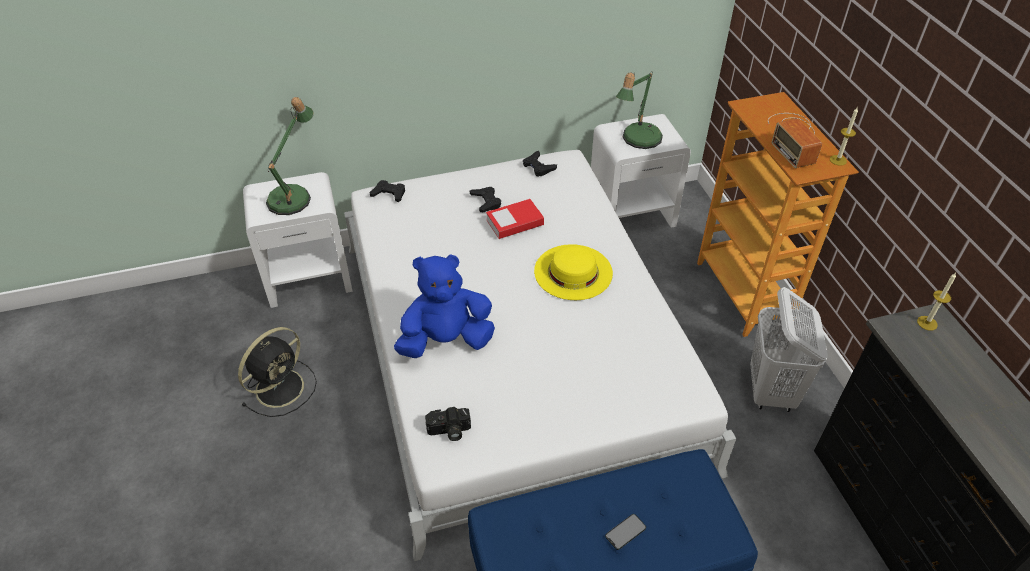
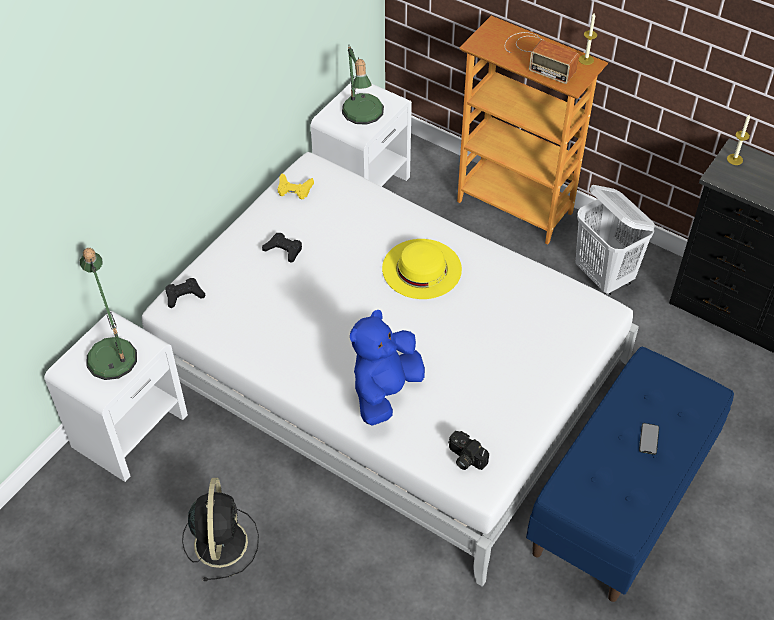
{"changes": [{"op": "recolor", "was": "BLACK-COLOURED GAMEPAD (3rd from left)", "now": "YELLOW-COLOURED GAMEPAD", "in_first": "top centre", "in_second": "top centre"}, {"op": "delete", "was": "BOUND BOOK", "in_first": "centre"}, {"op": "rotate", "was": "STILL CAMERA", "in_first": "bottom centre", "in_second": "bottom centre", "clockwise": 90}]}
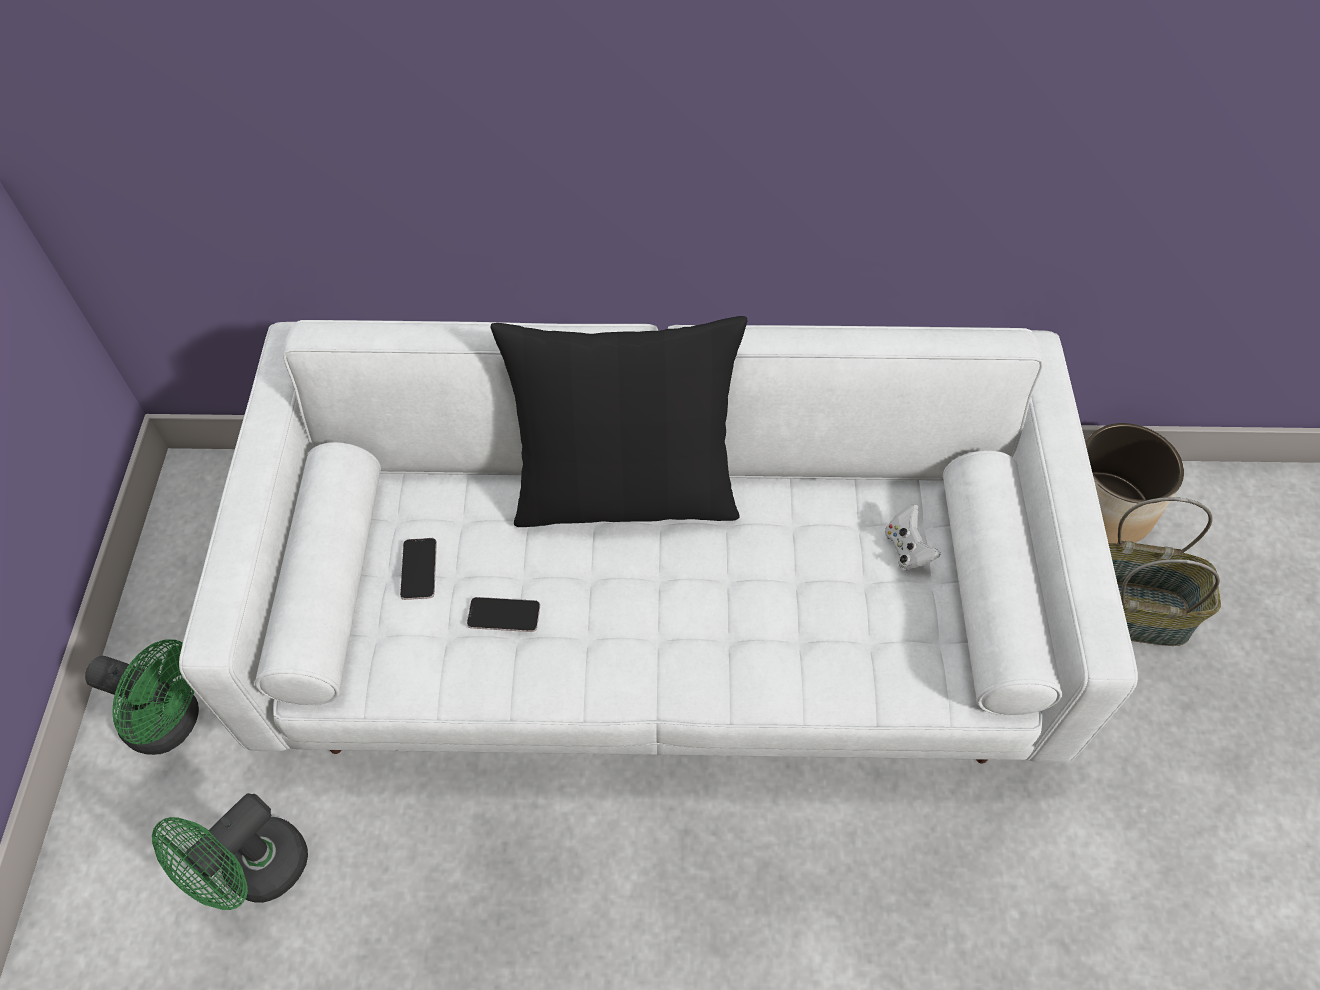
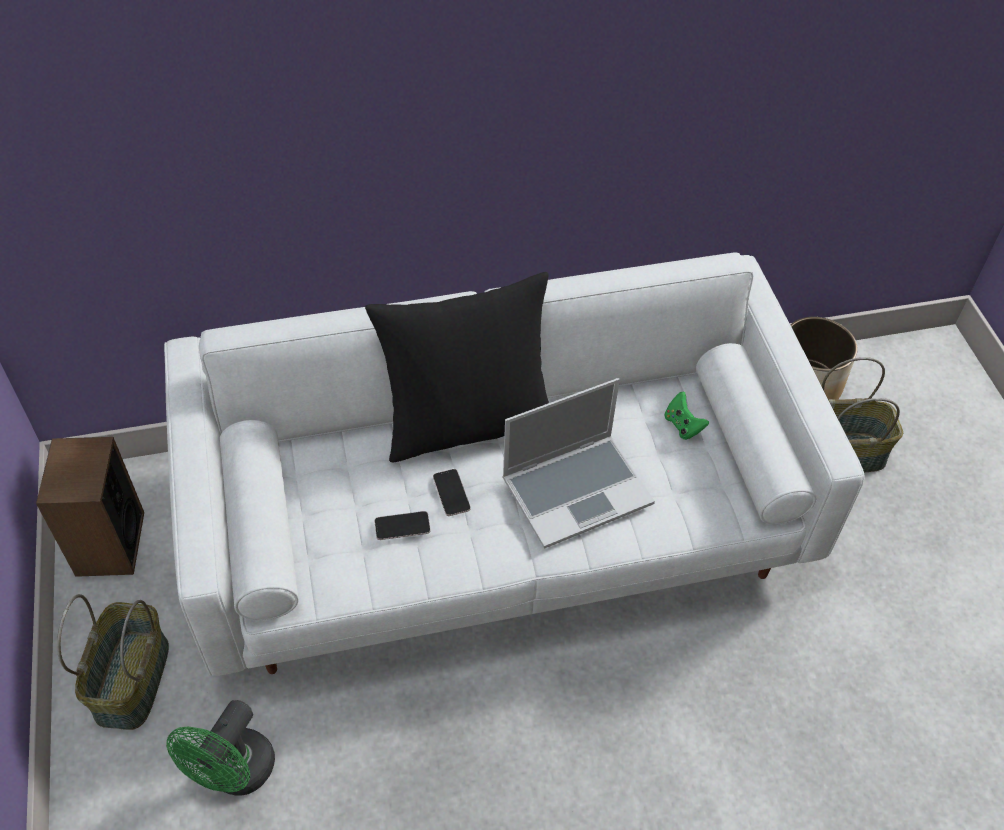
{"changes": [{"op": "recolor", "was": "WHITISH GAMEPAD", "now": "GREEN-COLOURED GAMEPAD", "in_first": "middle right", "in_second": "middle right"}, {"op": "move", "was": "TELEPHONE (1st from left in the first image)", "now": "TELEPHONE (2nd from left)", "in_first": "middle left", "in_second": "centre"}, {"op": "replace", "was": "GREEN-COLOURED COOLING FAN (1st from left)", "now": "HOUSEHOLD BASKET (1st from left)", "in_first": "bottom left", "in_second": "bottom left"}, {"op": "insert", "now": "LAPTOP", "in_second": "centre"}, {"op": "insert", "now": "AUDIO SPEAKER", "in_second": "middle left"}]}
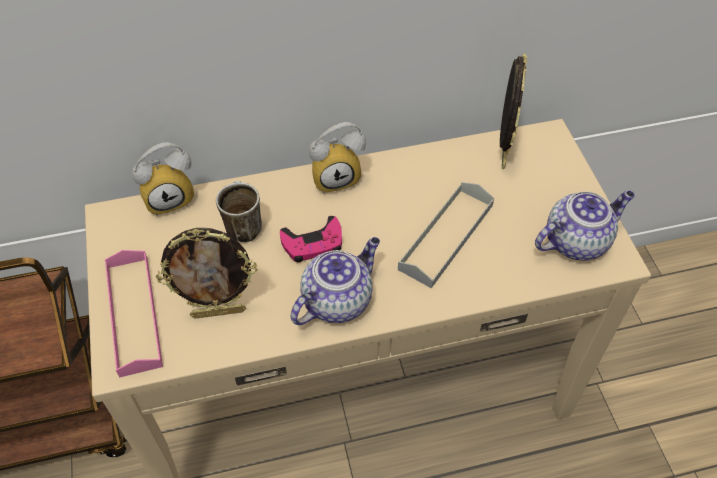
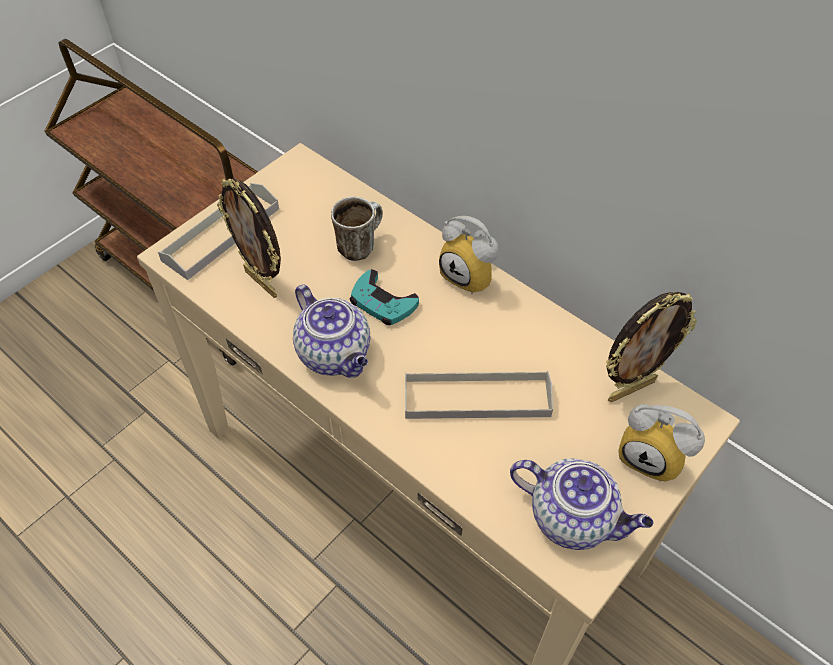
{"changes": [{"op": "move", "was": "TABLE CLOCK (1st from left in the first image)", "now": "TABLE CLOCK (2nd from left)", "in_first": "middle left", "in_second": "middle right"}, {"op": "recolor", "was": "PINK GAMEPAD", "now": "BLUE-GREEN GAMEPAD", "in_first": "centre", "in_second": "centre"}, {"op": "rotate", "was": "TEAPOT (1st from left)", "in_first": "centre", "in_second": "centre", "clockwise": 45}, {"op": "recolor", "was": "PINK TRAY", "now": "GREYISH TRAY (1st from left)", "in_first": "middle left", "in_second": "middle left"}]}
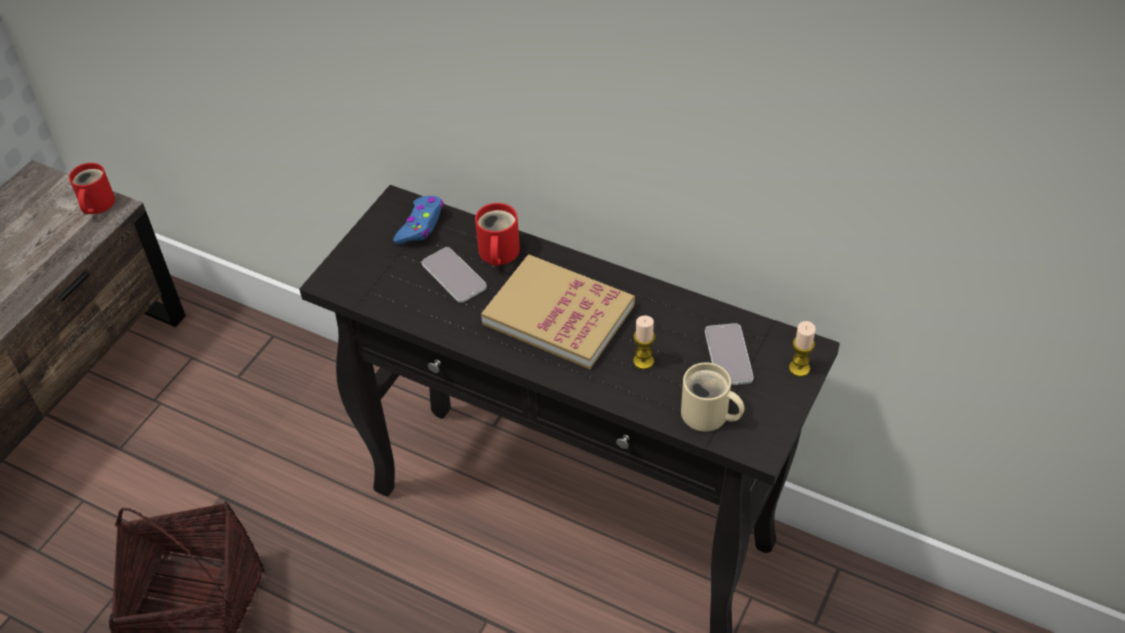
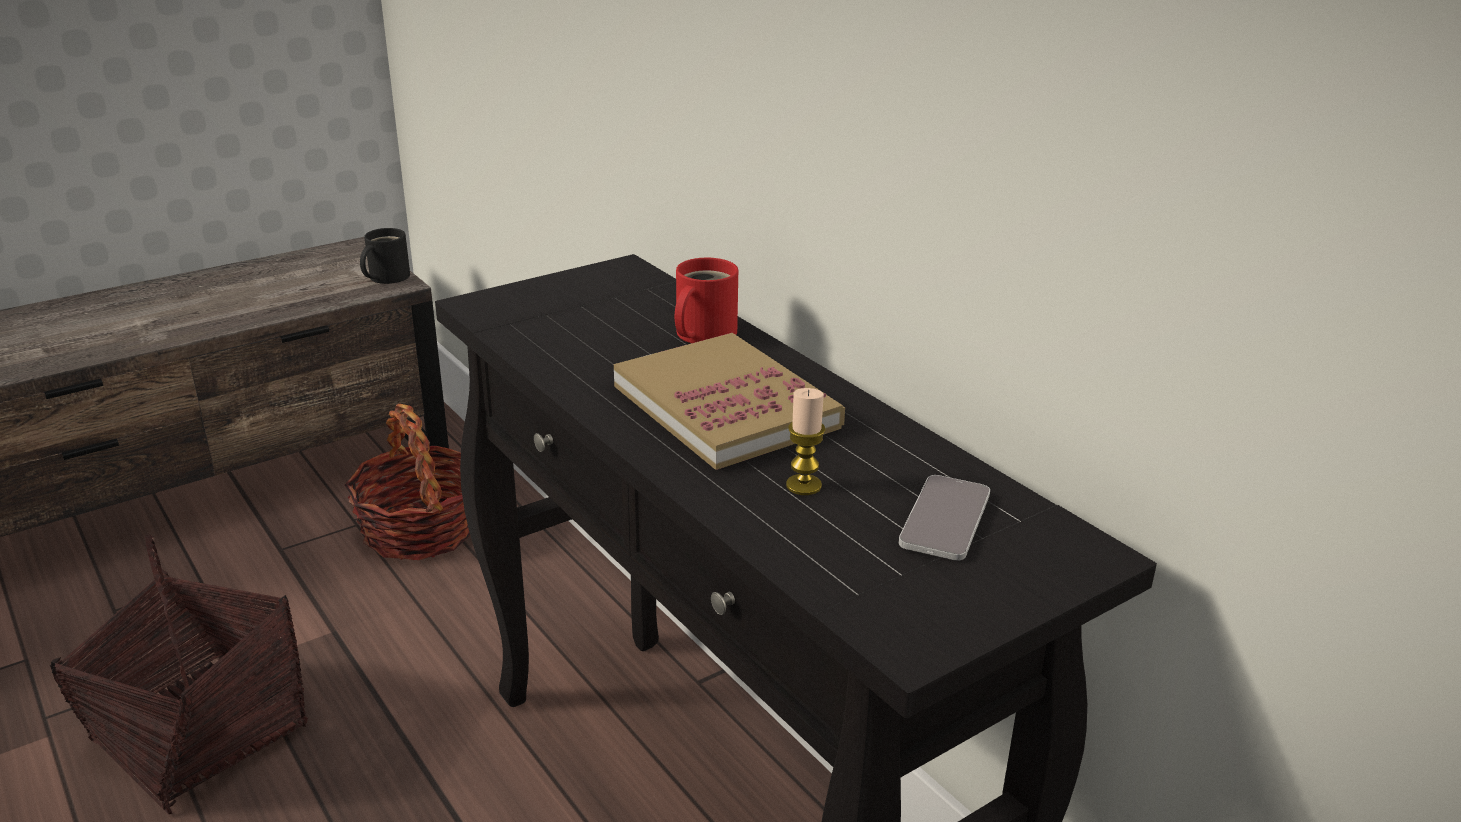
{"changes": [{"op": "recolor", "was": "RED TEA MUG (1st from left)", "now": "BLACK-COLOURED TEA MUG", "in_first": "top left", "in_second": "top left"}, {"op": "delete", "was": "BLUE GAMEPAD", "in_first": "centre"}, {"op": "delete", "was": "TELEPHONE (1st from left)", "in_first": "centre"}, {"op": "delete", "was": "CANDLE (2nd from left)", "in_first": "middle right"}, {"op": "delete", "was": "BEIGE TEA MUG", "in_first": "centre"}, {"op": "insert", "now": "HOUSEHOLD BASKET (2nd from left)", "in_second": "middle left"}]}
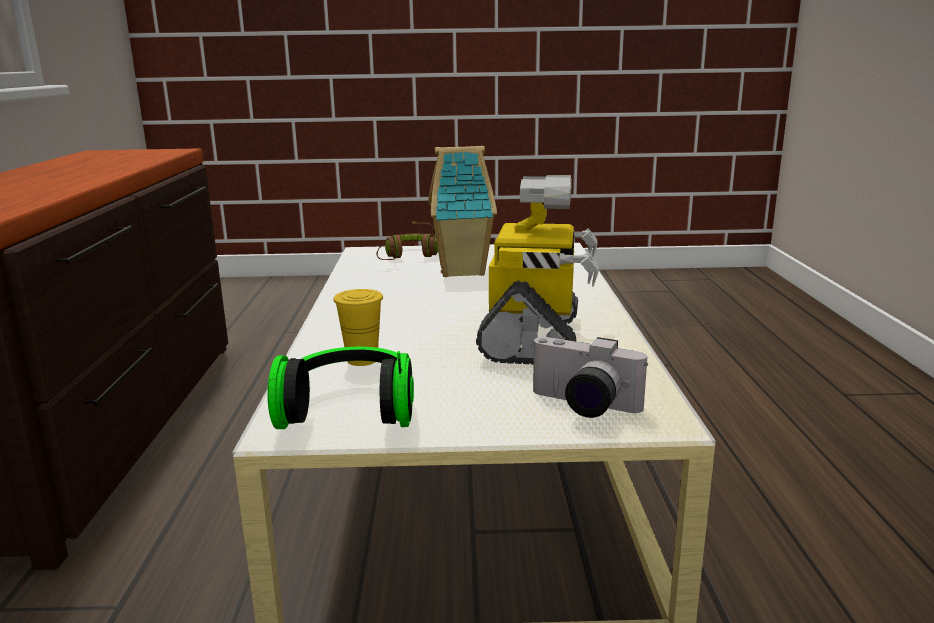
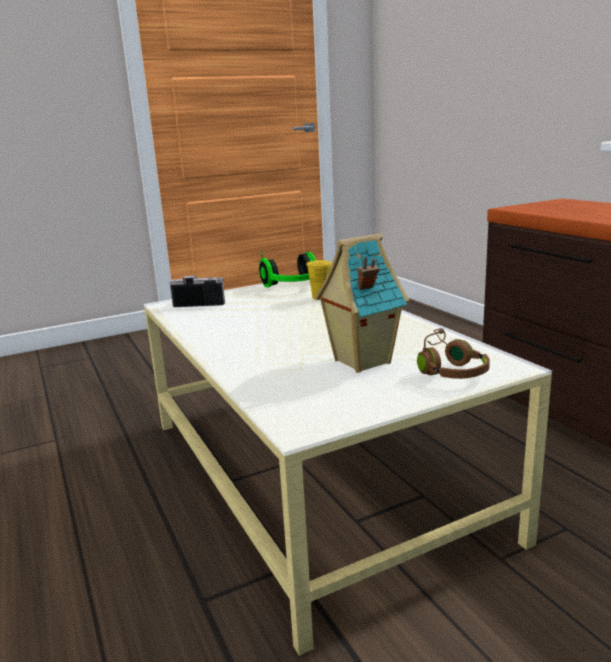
{"changes": [{"op": "delete", "was": "TOY ROBOT", "in_first": "centre"}]}
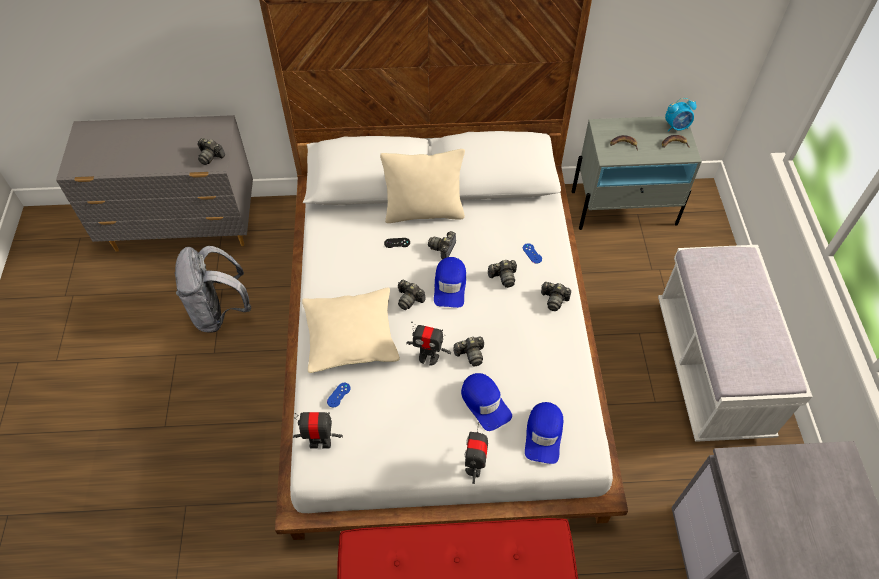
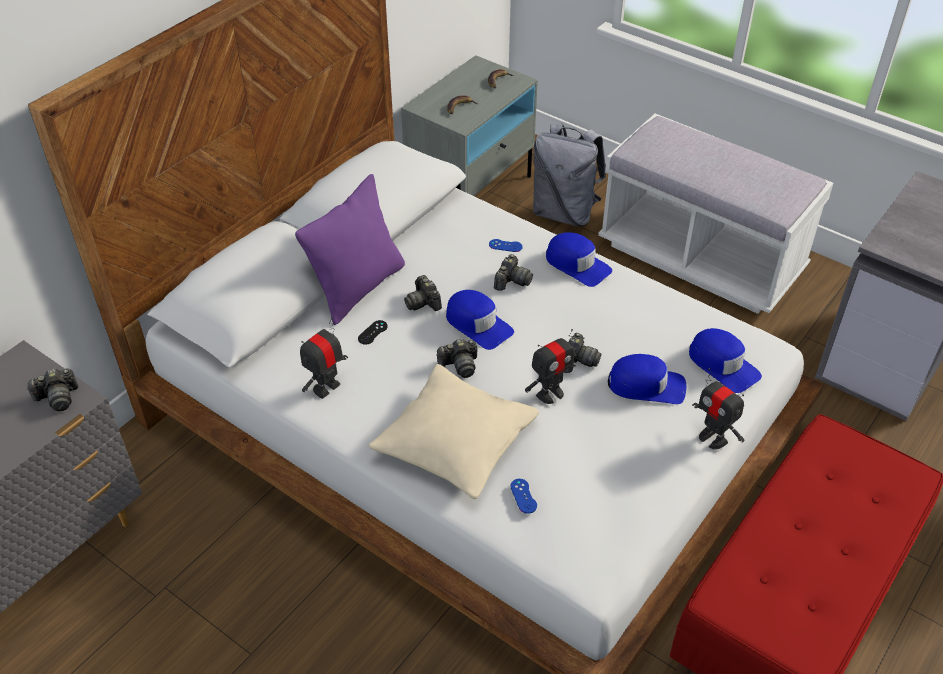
{"changes": [{"op": "delete", "was": "TABLE CLOCK", "in_first": "top right"}, {"op": "recolor", "was": "BEIGE THROW PILLOW (2nd from left)", "now": "PURPLE-COLOURED THROW PILLOW", "in_first": "top centre", "in_second": "centre"}, {"op": "move", "was": "GREYISH KNAPSACK", "in_first": "middle left", "in_second": "top centre"}, {"op": "replace", "was": "STILL CAMERA (6th from left)", "now": "BLUE CAP (2nd from left)", "in_first": "centre", "in_second": "centre"}, {"op": "move", "was": "TOY ROBOT (1st from left)", "in_first": "bottom centre", "in_second": "centre"}]}
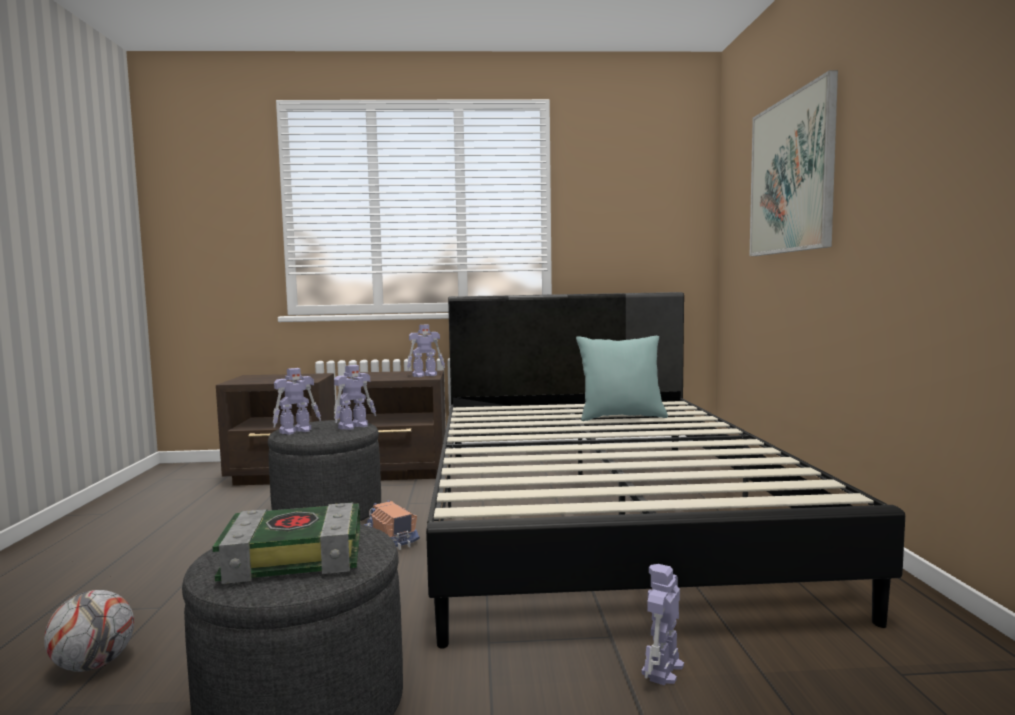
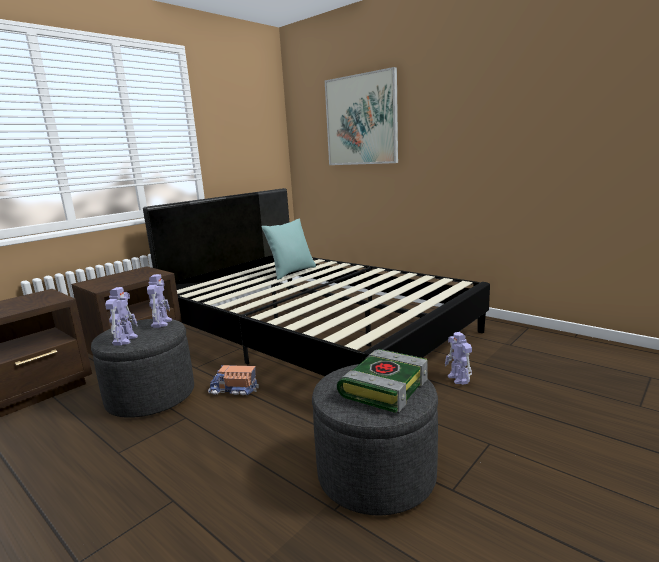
{"changes": [{"op": "delete", "was": "TOY ROBOT (3rd from left)", "in_first": "centre"}, {"op": "delete", "was": "FOOTBALL", "in_first": "bottom left"}]}
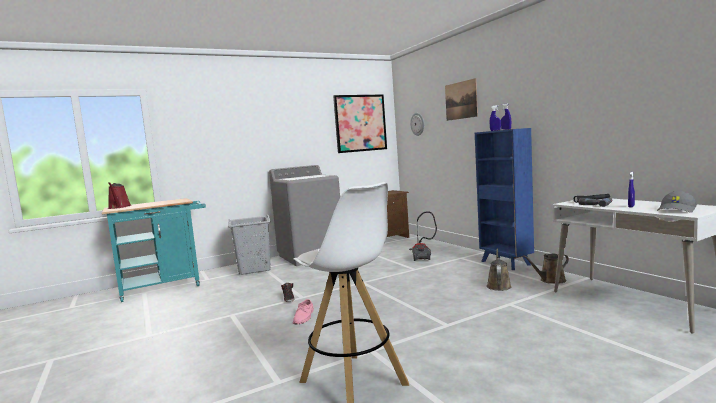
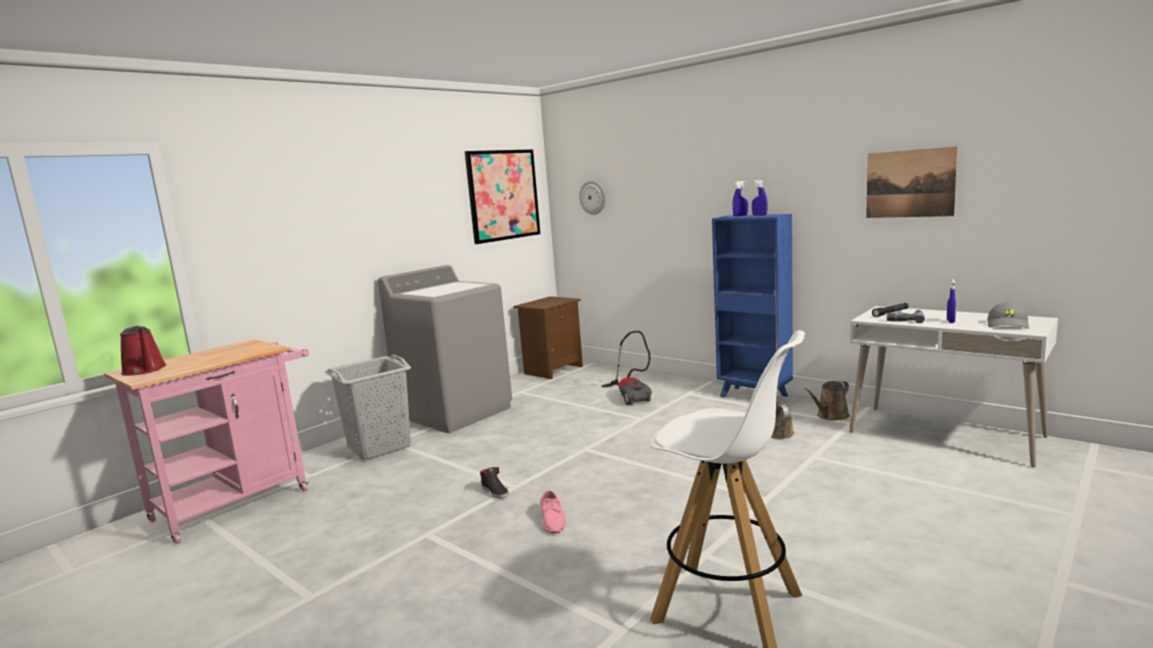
{"changes": [{"op": "move", "was": "WALL PICTURE (2nd from left)", "in_first": "top centre", "in_second": "top right"}, {"op": "recolor", "was": "BLUE-GREEN WHEELED CART", "now": "PINK WHEELED CART", "in_first": "middle left", "in_second": "bottom left"}]}
